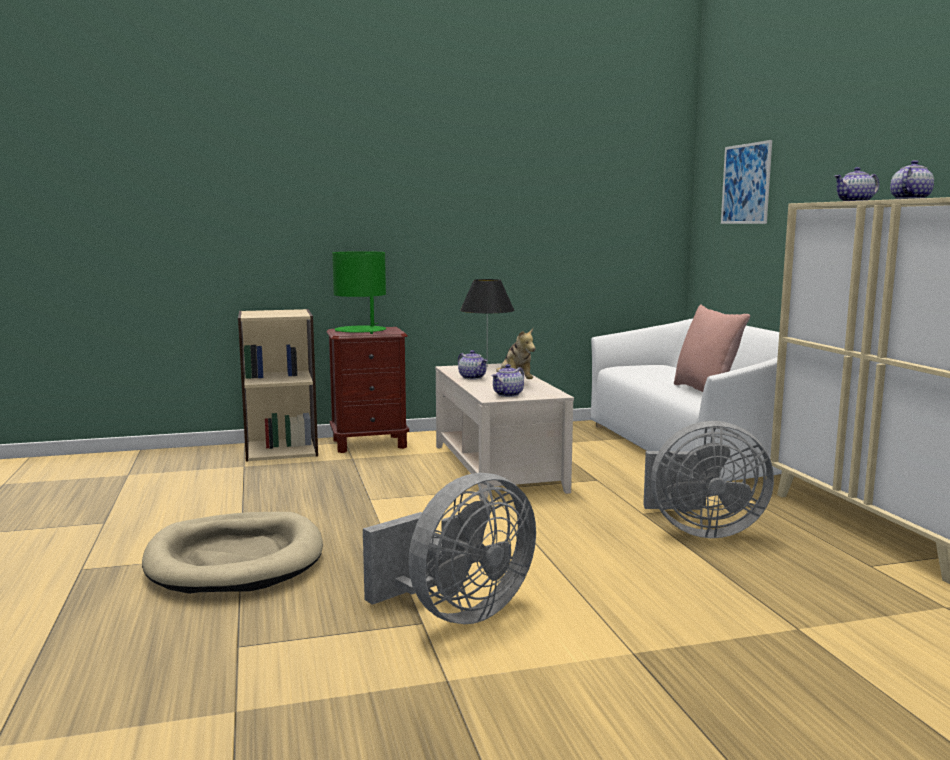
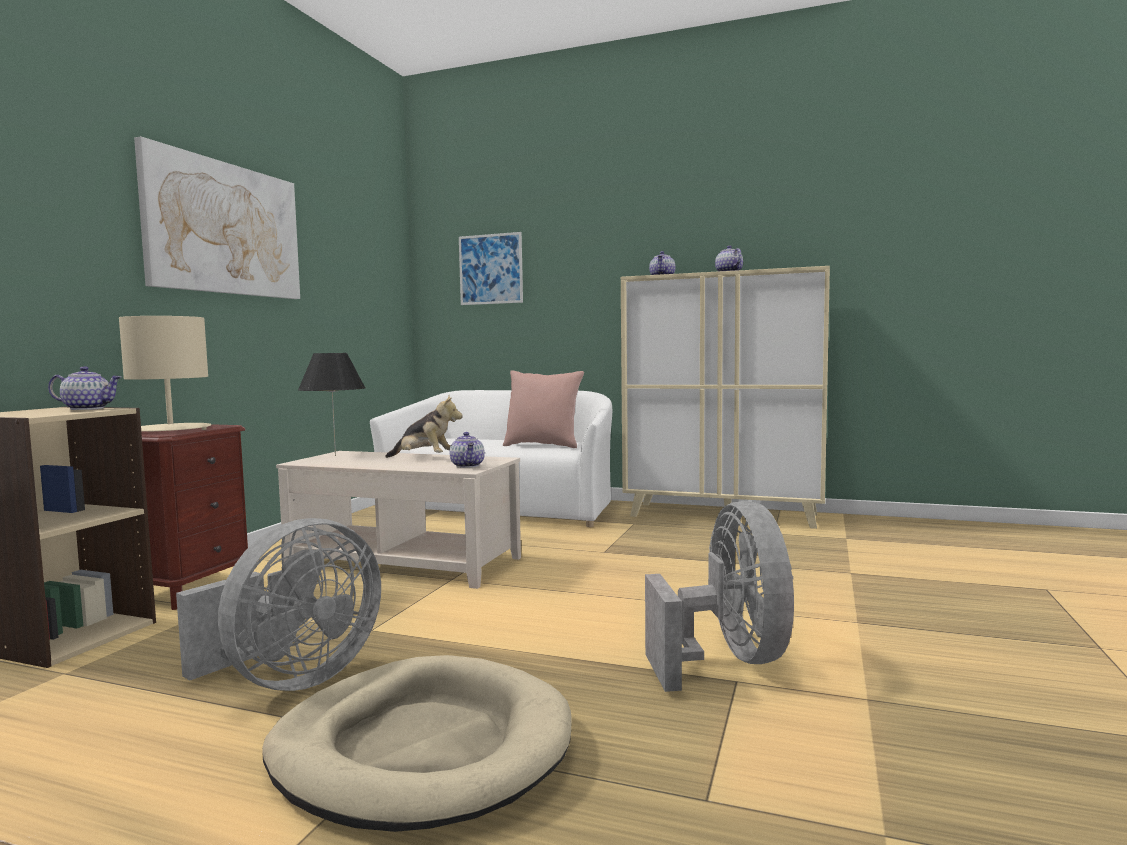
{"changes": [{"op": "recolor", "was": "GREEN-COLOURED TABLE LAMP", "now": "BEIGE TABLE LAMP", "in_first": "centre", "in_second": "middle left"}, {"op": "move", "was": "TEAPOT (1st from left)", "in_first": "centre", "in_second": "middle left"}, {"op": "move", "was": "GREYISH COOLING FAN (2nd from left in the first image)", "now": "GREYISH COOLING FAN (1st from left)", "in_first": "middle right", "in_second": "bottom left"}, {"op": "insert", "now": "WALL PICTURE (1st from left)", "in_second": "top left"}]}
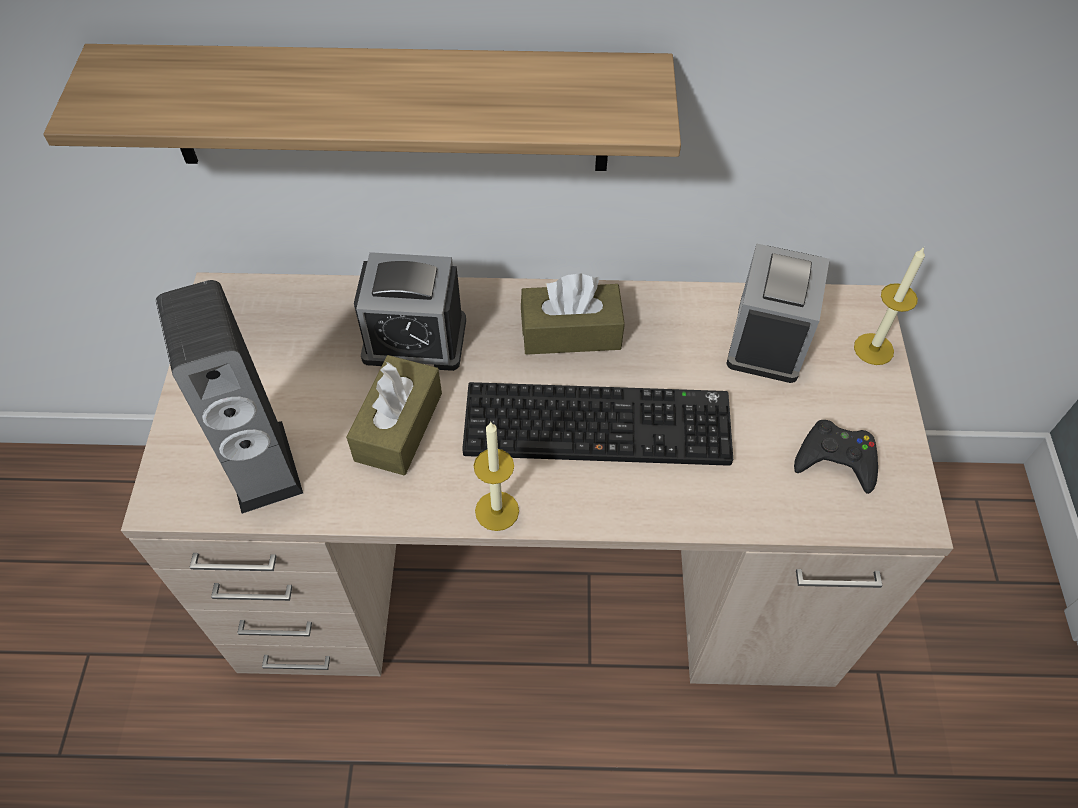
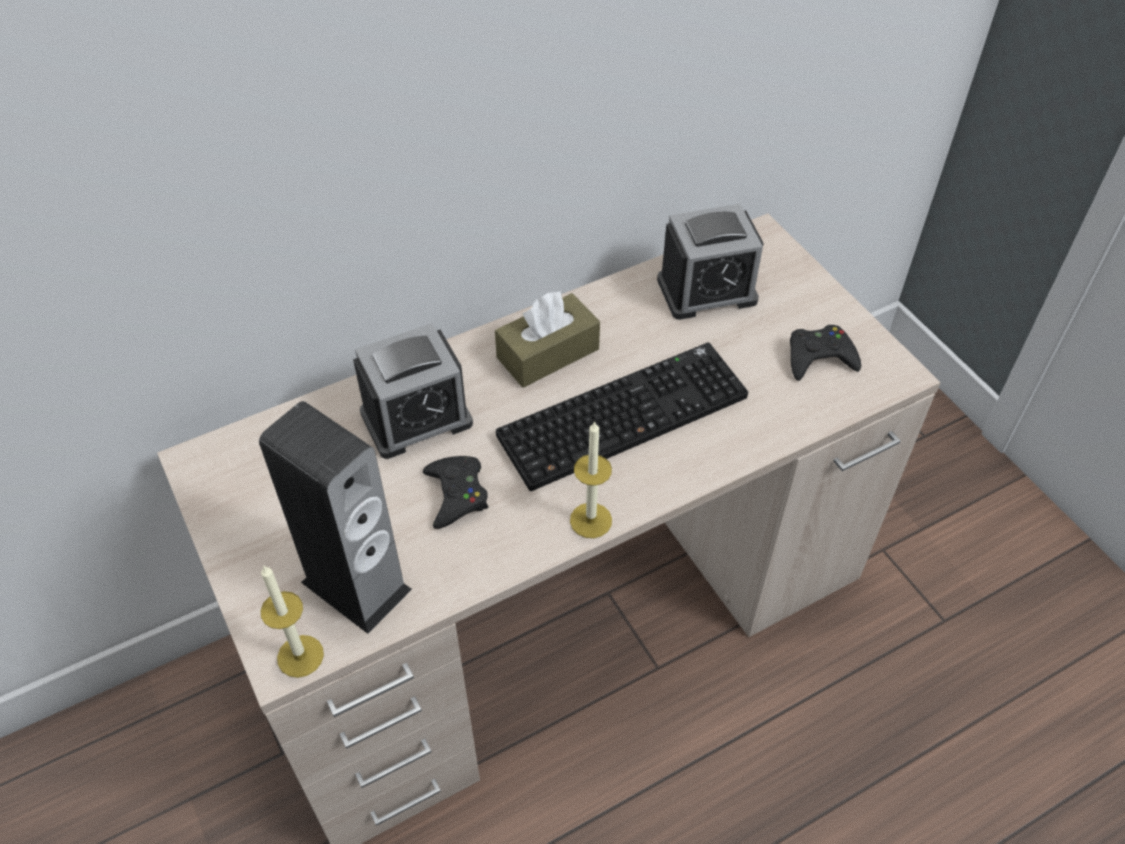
{"changes": [{"op": "delete", "was": "WALL SHELF", "in_first": "top centre"}, {"op": "rotate", "was": "TABLE CLOCK (2nd from left)", "in_first": "middle right", "in_second": "top centre", "clockwise": -90}, {"op": "move", "was": "CANDLE (2nd from left in the first image)", "now": "CANDLE (1st from left)", "in_first": "middle right", "in_second": "bottom left"}, {"op": "replace", "was": "BROWN-COLOURED TISSUE HOLDER (1st from left)", "now": "BLACK-COLOURED GAMEPAD (1st from left)", "in_first": "centre", "in_second": "centre"}]}
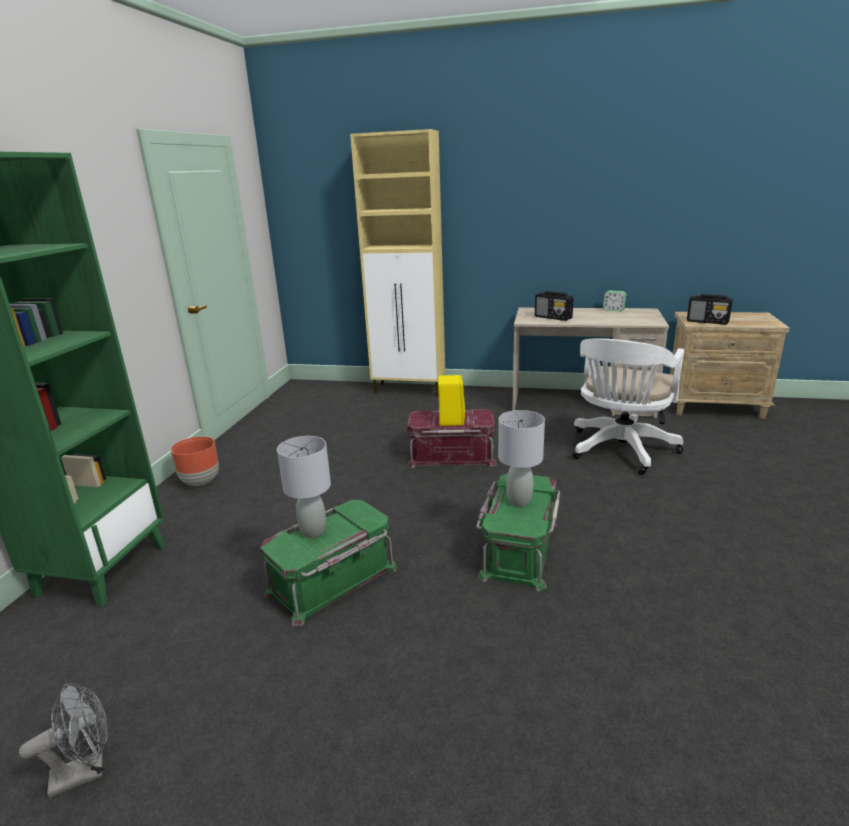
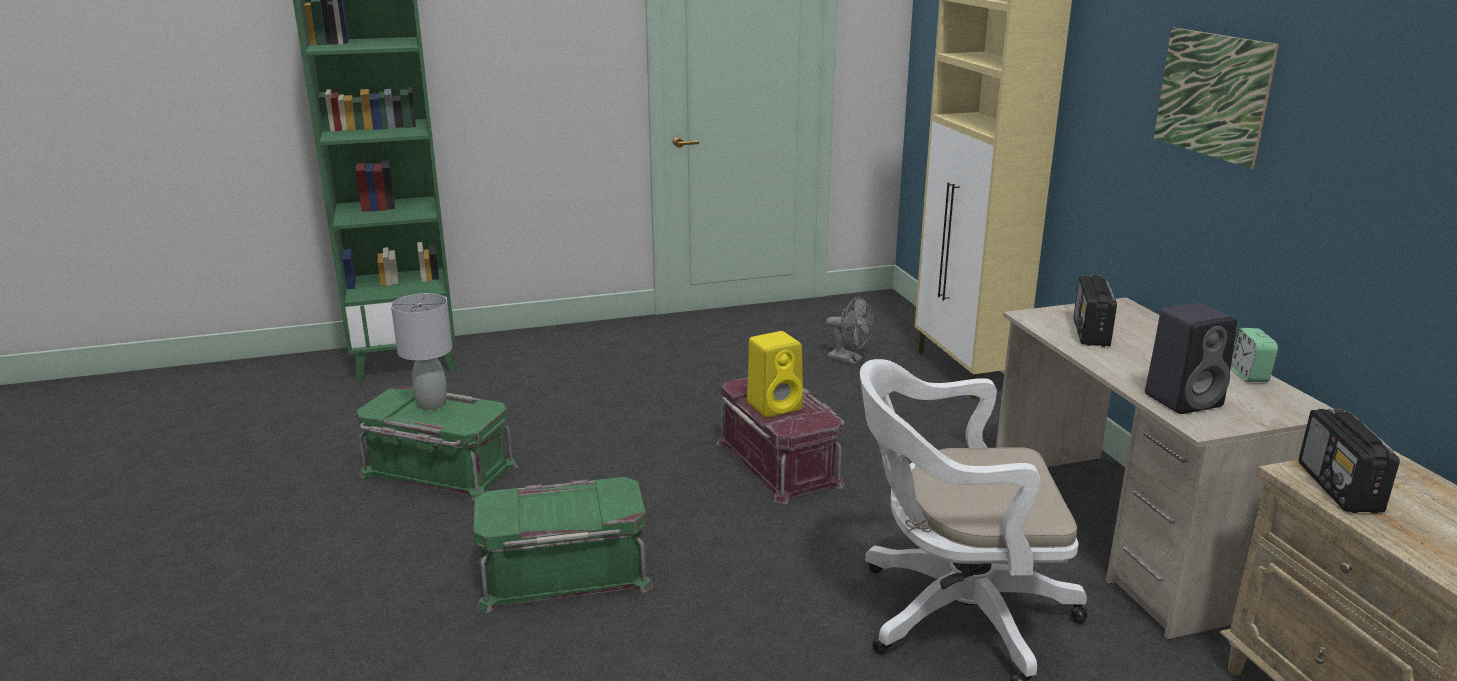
{"changes": [{"op": "delete", "was": "GREYISH TABLE LAMP (2nd from left)", "in_first": "centre"}, {"op": "delete", "was": "BROWN-COLOURED PLANT POT", "in_first": "middle left"}, {"op": "move", "was": "GREYISH COOLING FAN", "in_first": "bottom left", "in_second": "centre"}, {"op": "insert", "now": "WALL PICTURE", "in_second": "top right"}, {"op": "insert", "now": "BLACK-COLOURED AUDIO SPEAKER", "in_second": "middle right"}]}
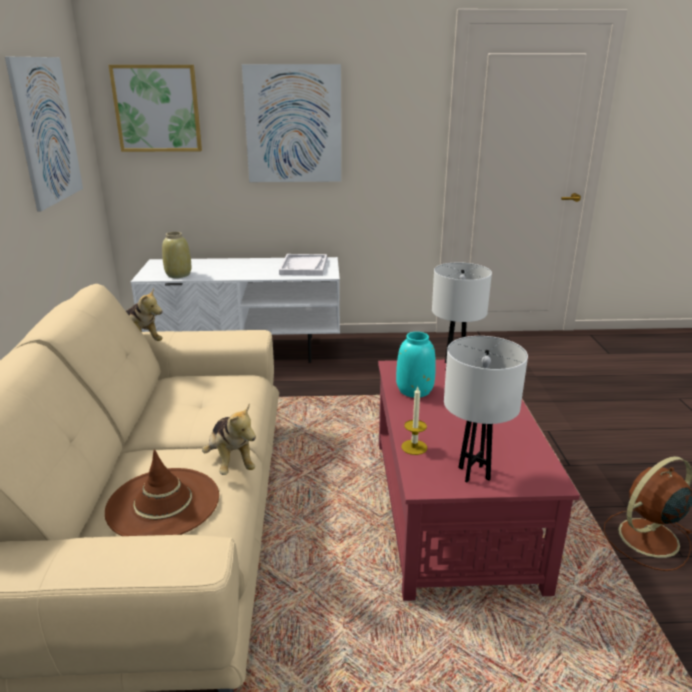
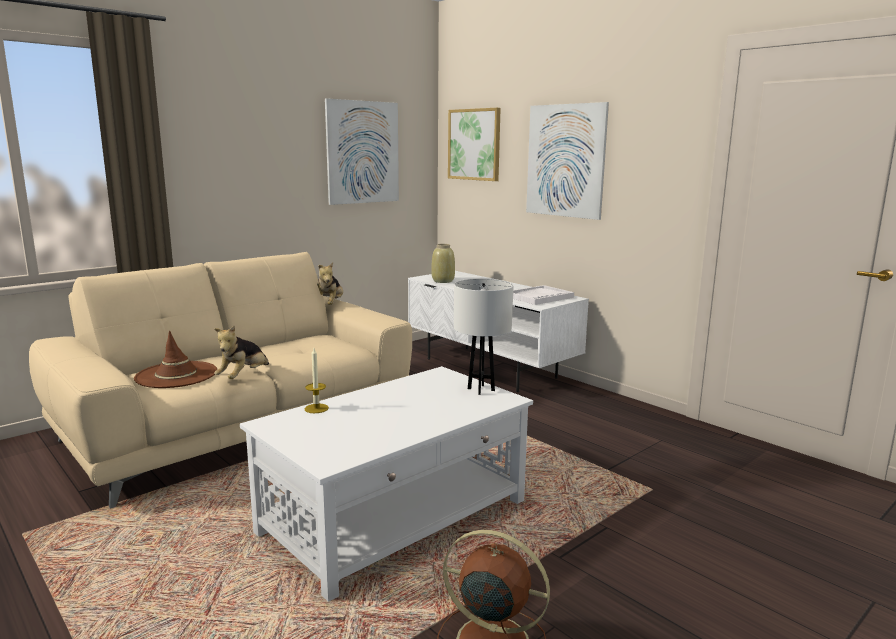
{"changes": [{"op": "delete", "was": "BLUE-GREEN FLOWER VASE", "in_first": "centre"}, {"op": "delete", "was": "WHITISH TABLE LAMP (2nd from left)", "in_first": "middle right"}, {"op": "recolor", "was": "RED LOW TABLE", "now": "WHITISH LOW TABLE", "in_first": "bottom right", "in_second": "bottom centre"}]}
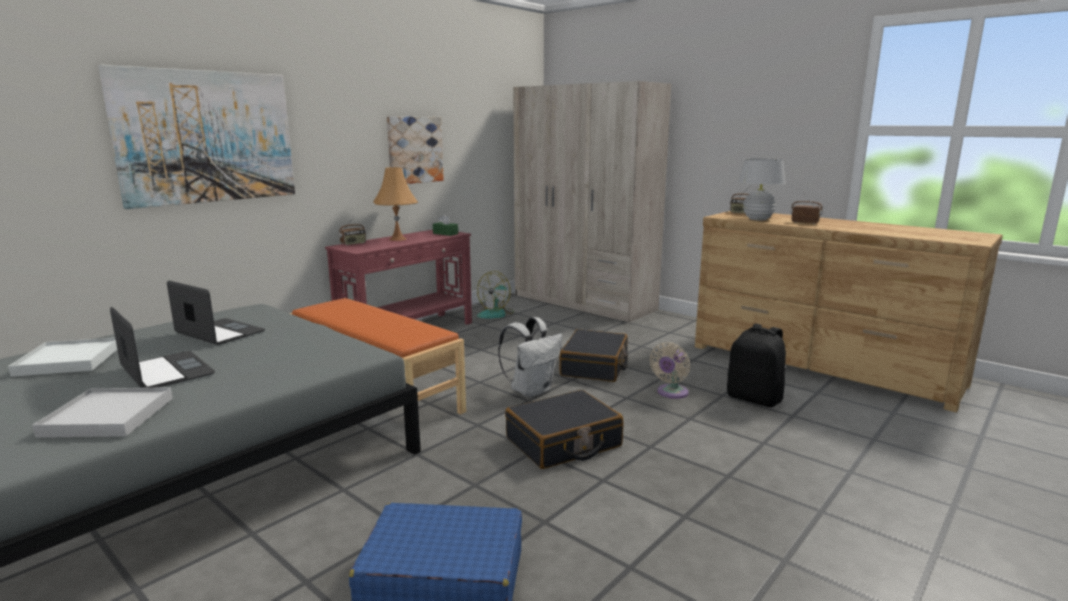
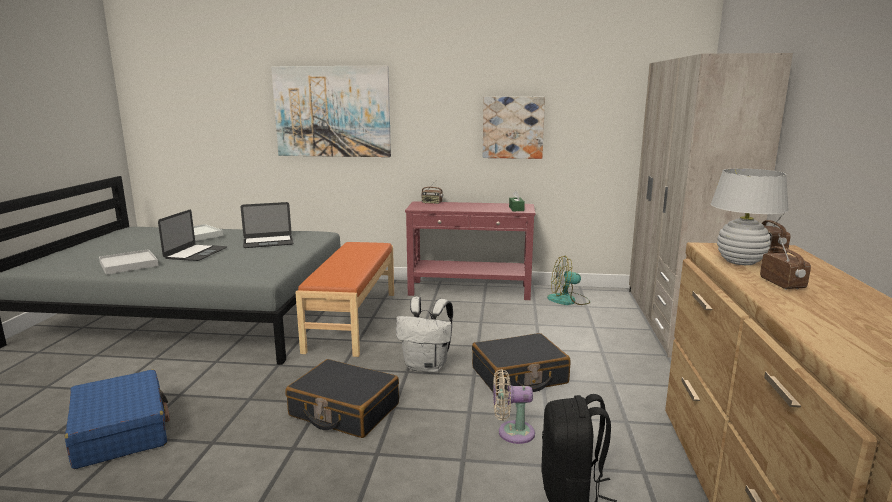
{"changes": [{"op": "delete", "was": "ORANGE TABLE LAMP", "in_first": "centre"}, {"op": "rotate", "was": "LAPTOP (2nd from left)", "in_first": "middle left", "in_second": "middle left", "clockwise": 75}]}
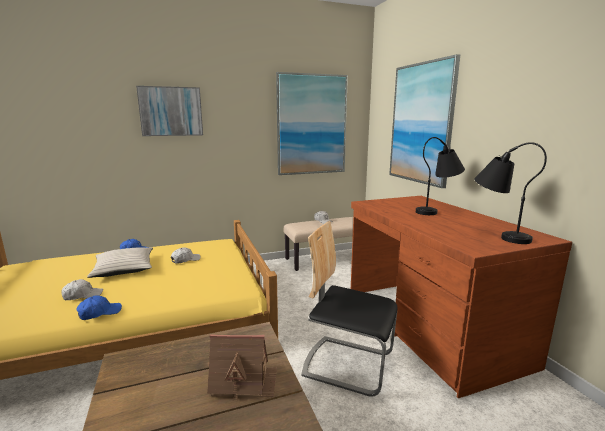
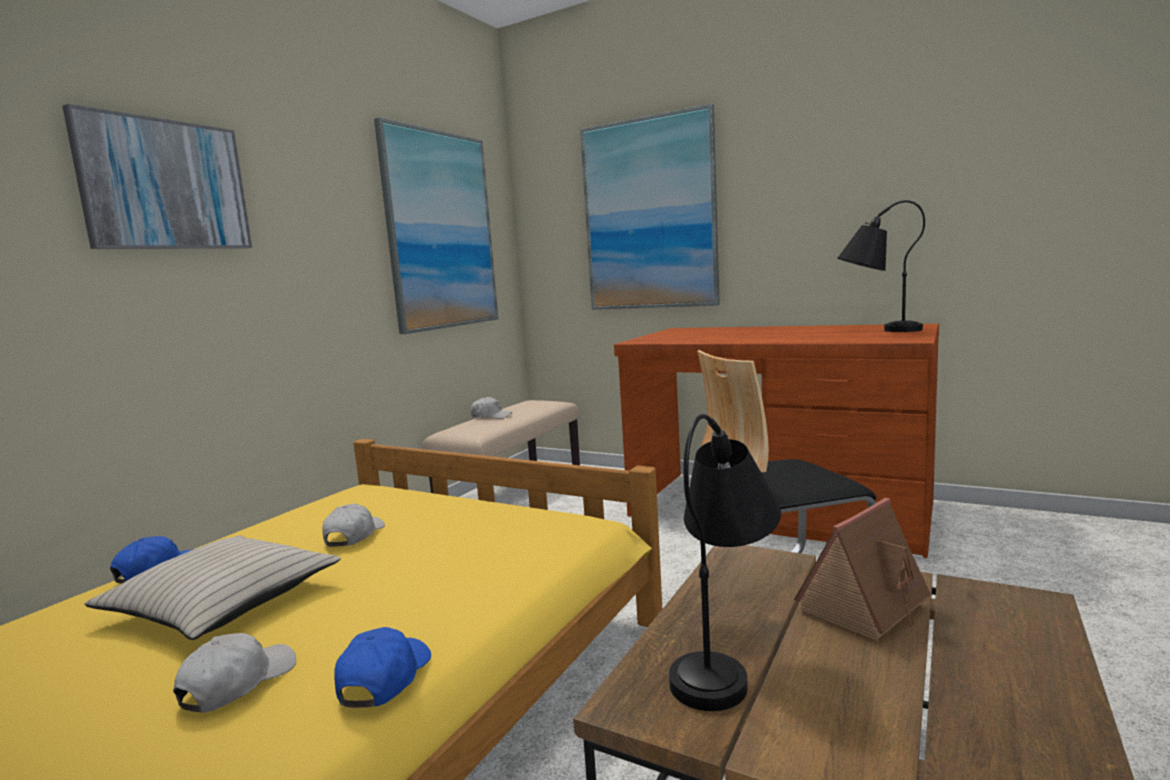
{"changes": [{"op": "move", "was": "BLACK-COLOURED TABLE LAMP (1st from left)", "in_first": "middle right", "in_second": "bottom centre"}]}
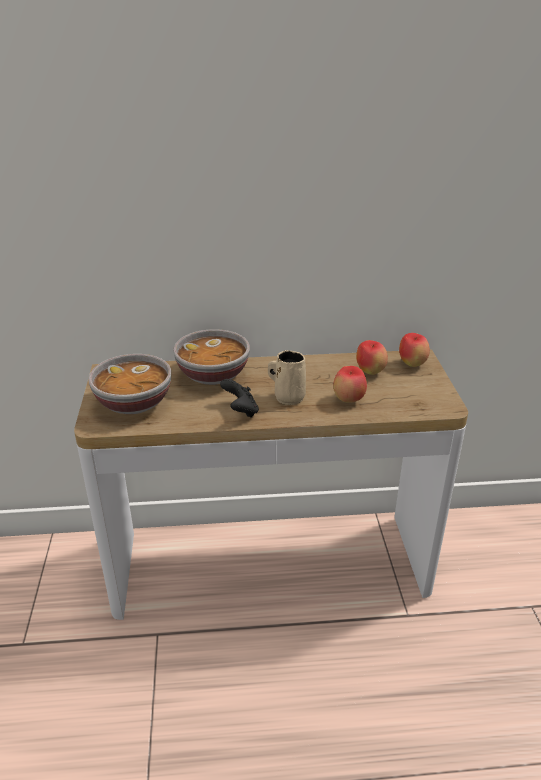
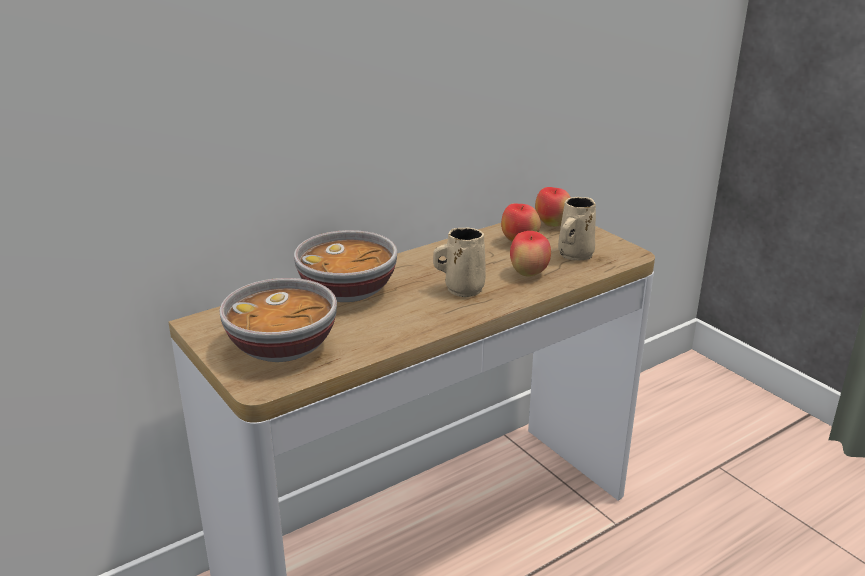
{"changes": [{"op": "delete", "was": "BLACK-COLOURED GAMEPAD", "in_first": "centre"}, {"op": "insert", "now": "BEIGE TEA MUG (2nd from left)", "in_second": "middle right"}]}
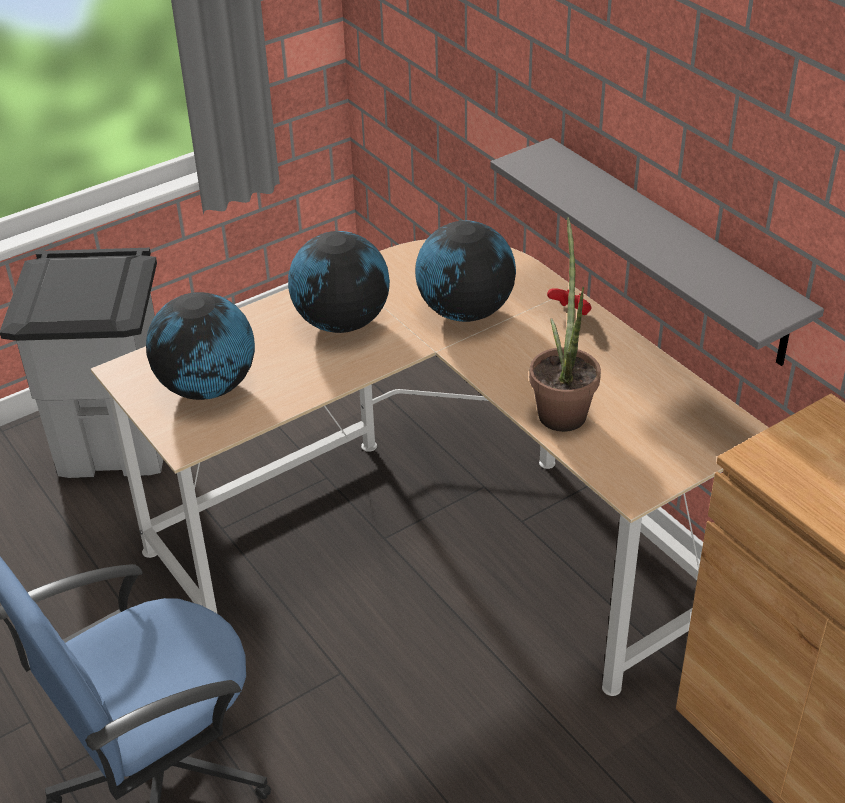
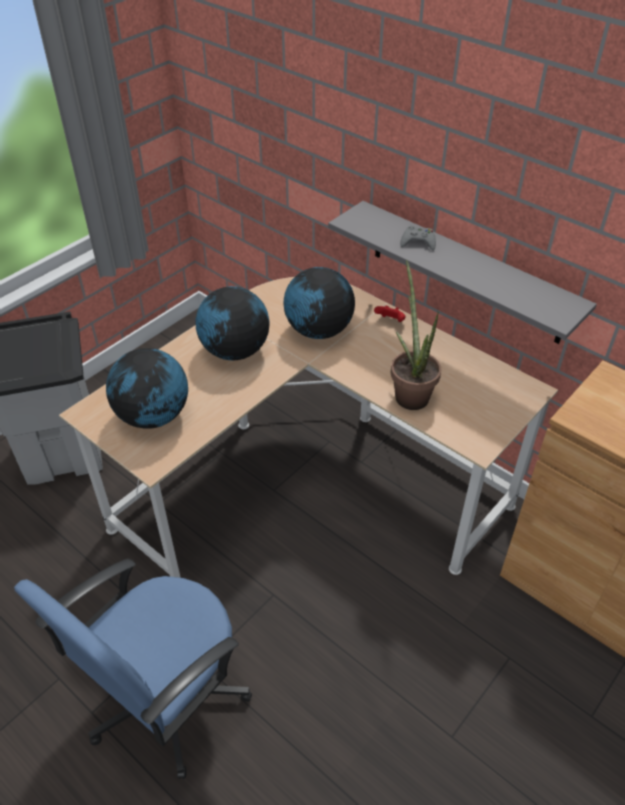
{"changes": [{"op": "insert", "now": "GREYISH GAMEPAD", "in_second": "top right"}]}
